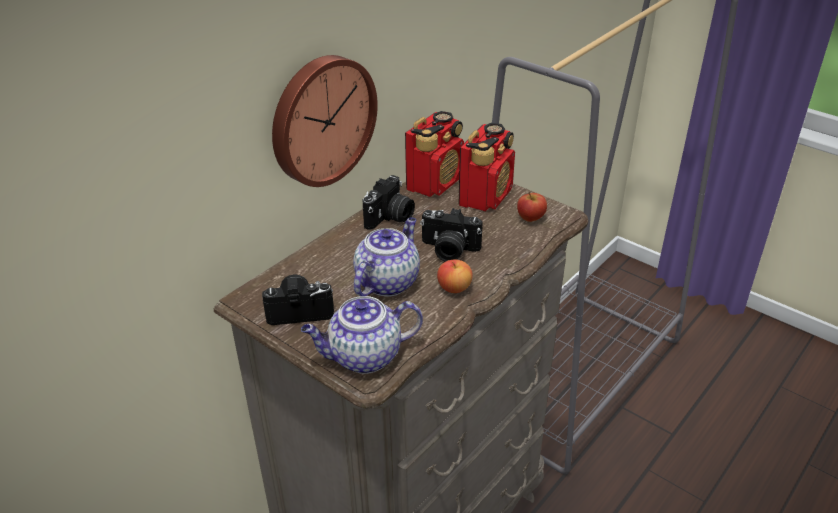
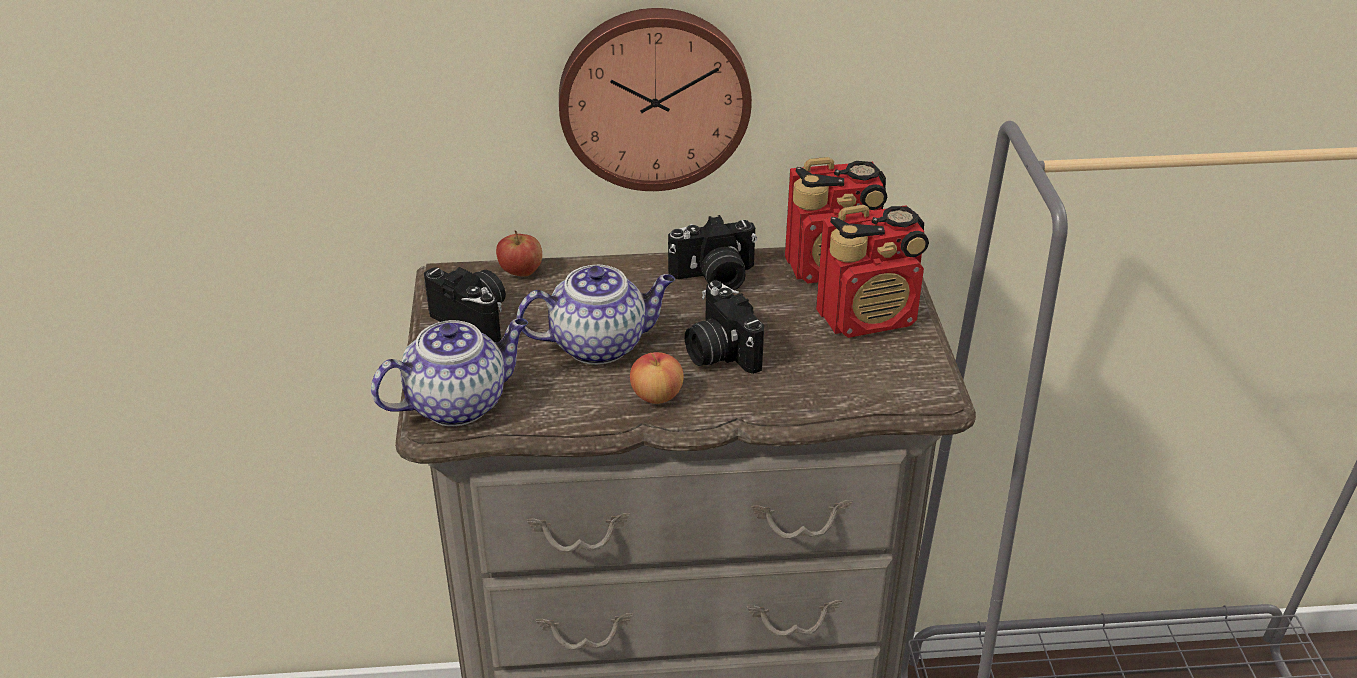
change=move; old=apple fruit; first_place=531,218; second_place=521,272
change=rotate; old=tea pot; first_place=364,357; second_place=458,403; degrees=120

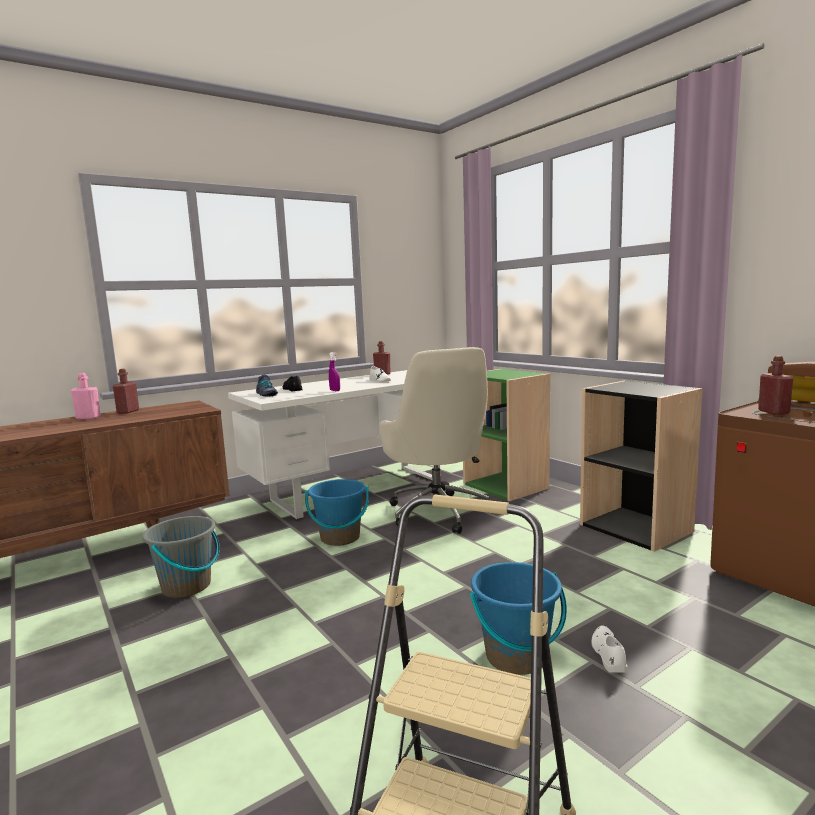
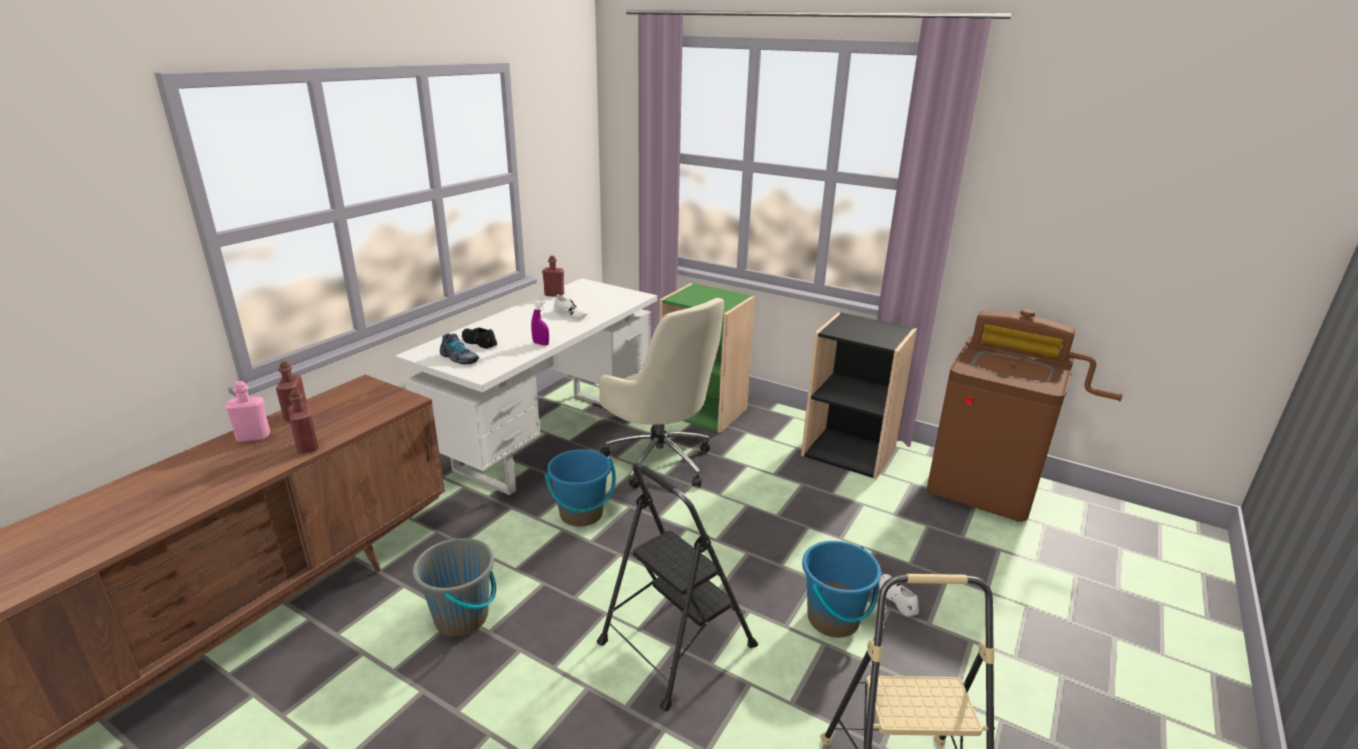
change=move; old=red beverage bottle; first_place=773,412; second_place=307,446
change=insert; new=black step ladder; second_place=673,644

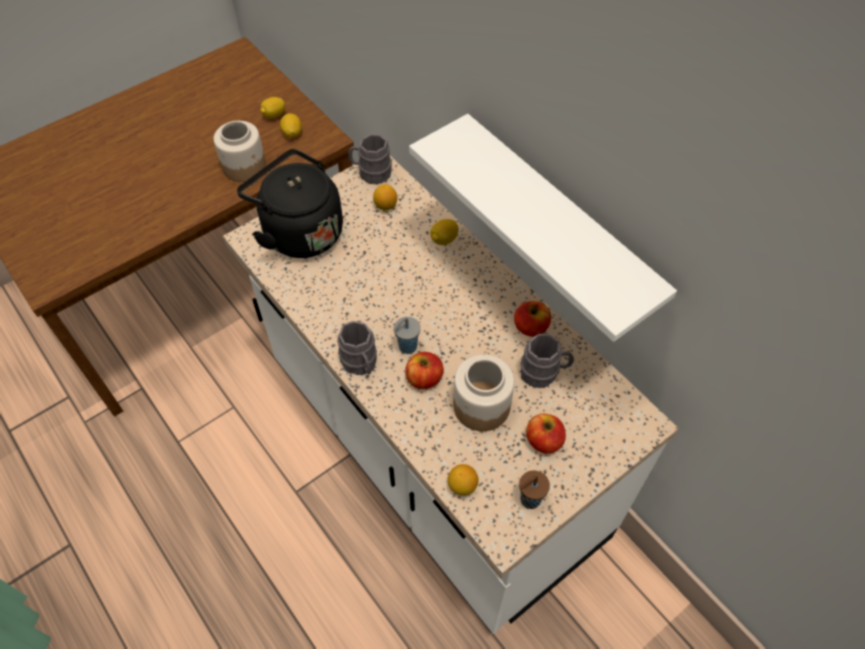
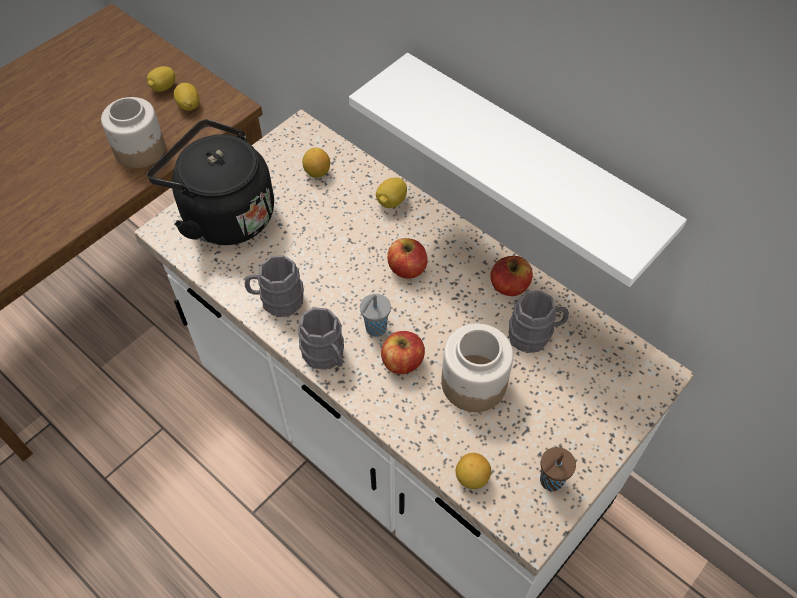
change=move; old=greyish tea mug; first_place=371,173; second_place=277,300
change=move; old=apple fruit; first_place=544,440; second_place=407,268

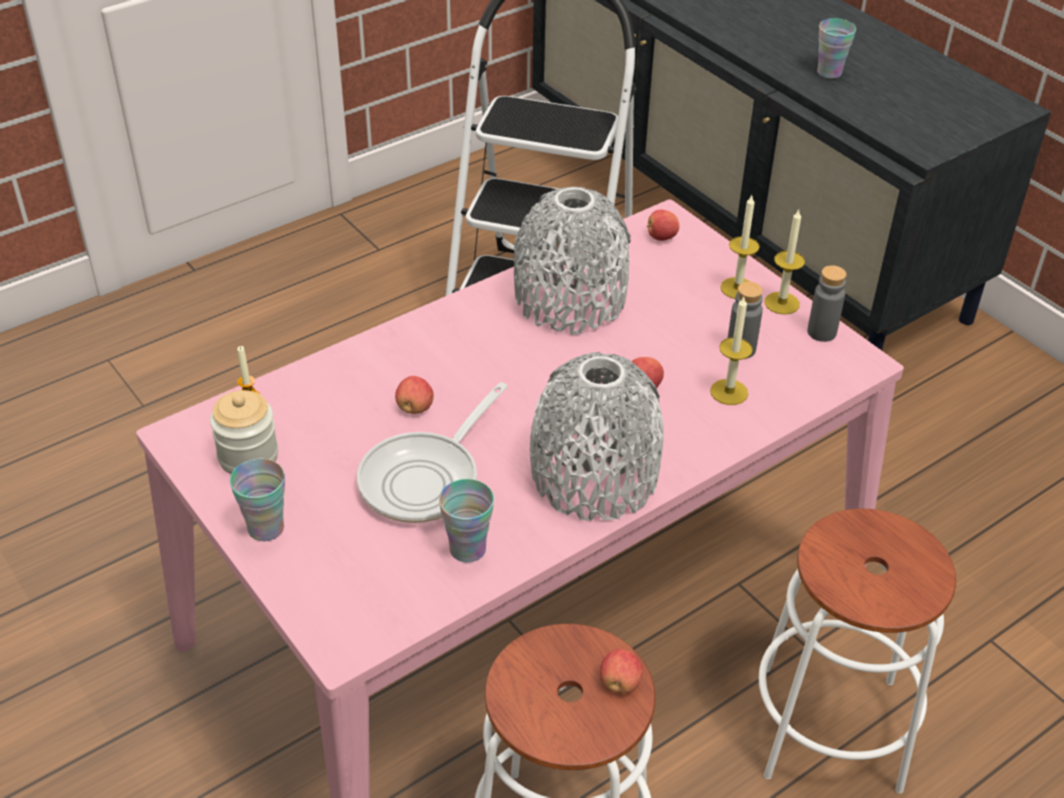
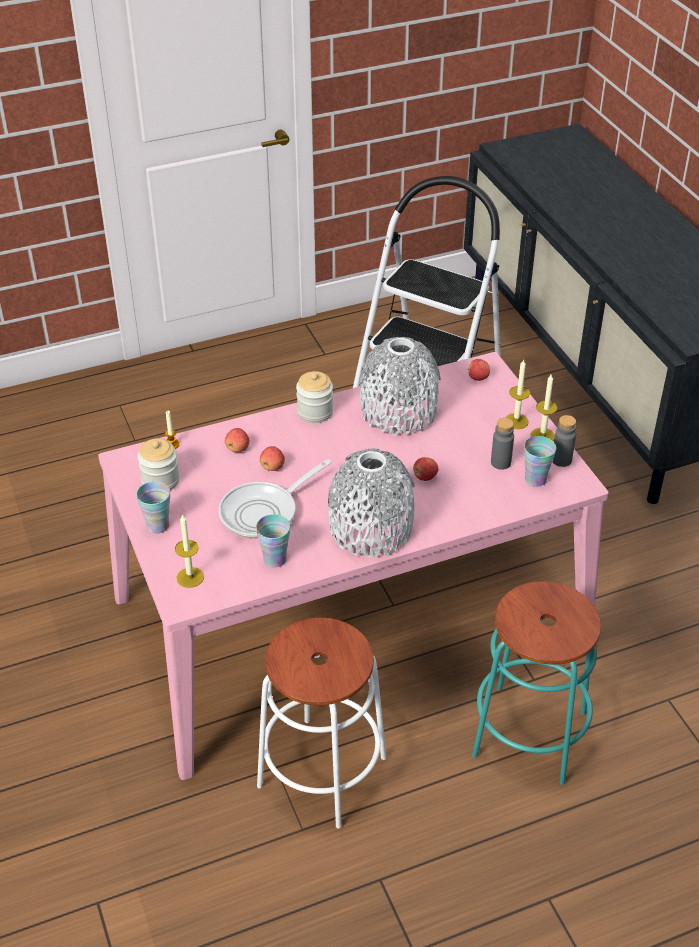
change=move; old=drinking cup; first_place=829,72; second_place=535,479
change=move; old=wax candle; first_place=729,392; second_place=190,577
change=recolor; old=whitish stool seat; new=turquoise-coloured stool seat; first_place=830,727; second_place=529,734
change=move; old=apple fruit; first_place=620,682; second_place=238,448
change=insert; new=storage jar; second_place=315,412

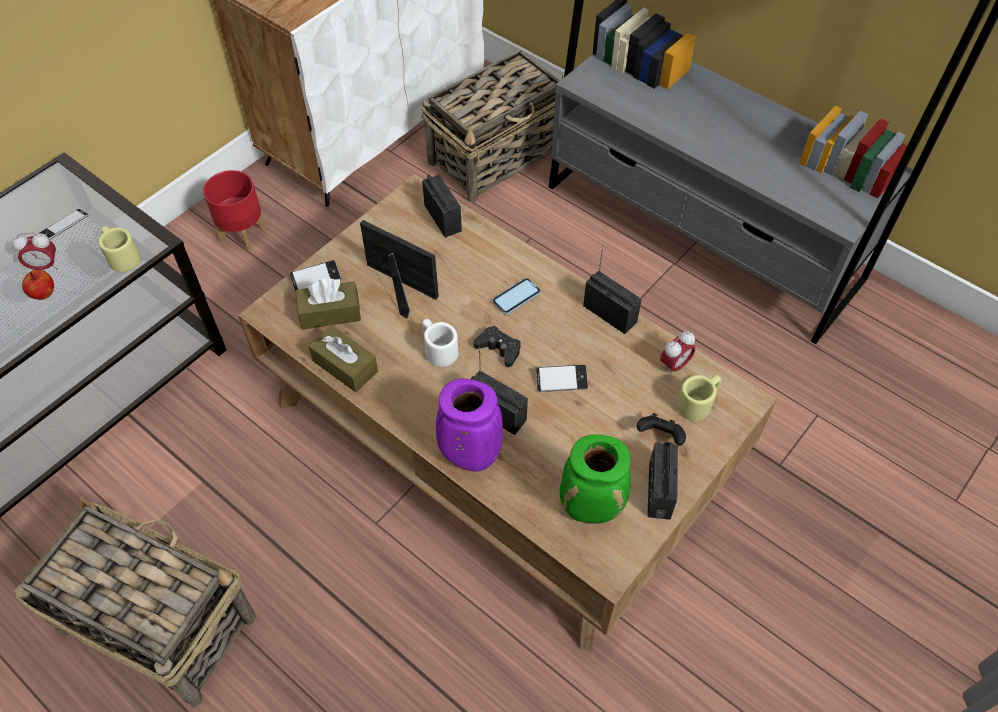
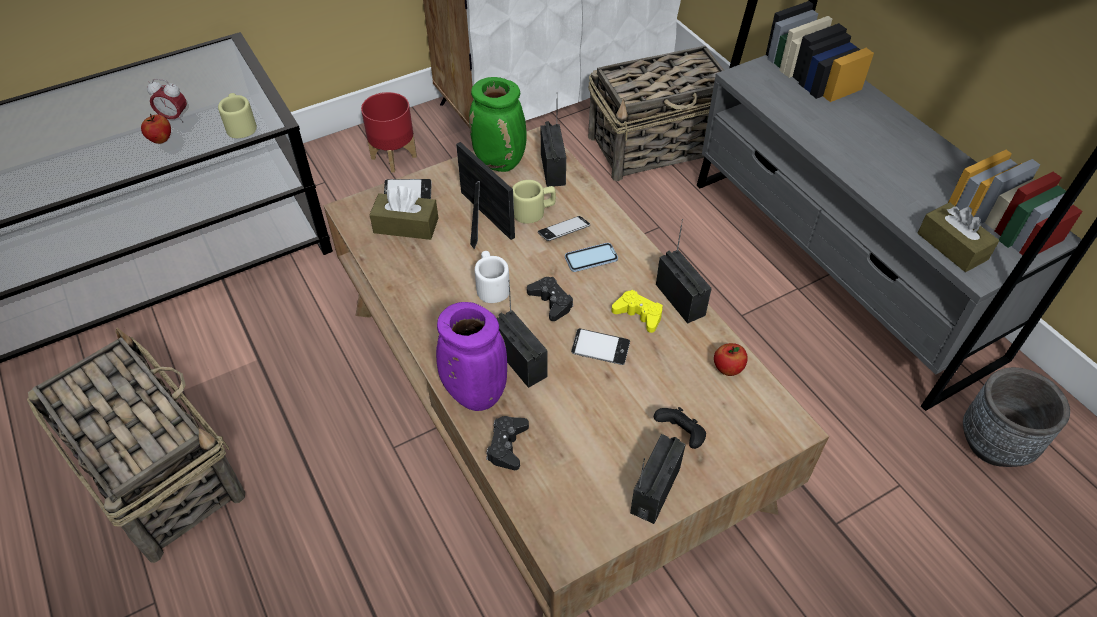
change=move; old=phone; first_place=65,227; second_place=564,231
change=move; old=brownish box of tissues; first_place=345,366; second_place=952,246
change=replace; old=table clock; new=apple fruit; first_place=674,365; second_place=727,369
change=move; old=beige tea mug; first_place=698,403; second_place=534,211
change=move; old=green vase; first_place=592,507; second_place=501,163
change=insert; new=yellow-coloured joypad; second_place=638,314
change=insert; new=greyish plant pot; second_place=994,444
change=insert; new=black joypad; second_place=507,445

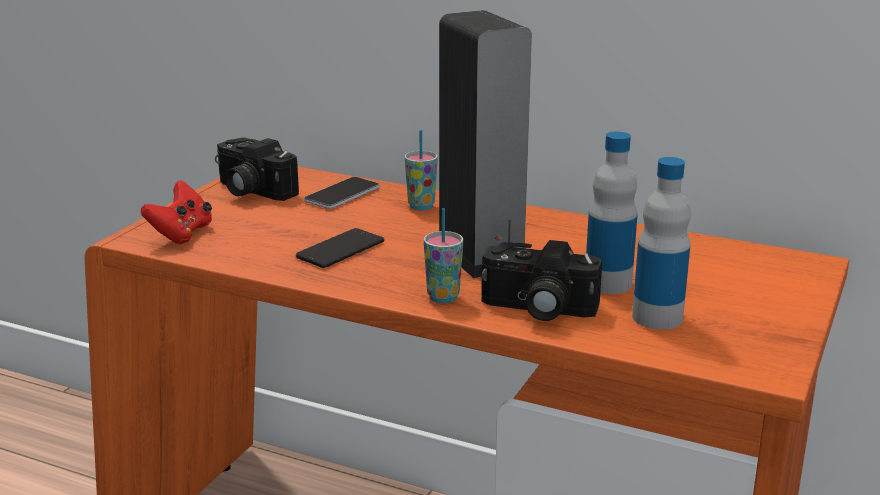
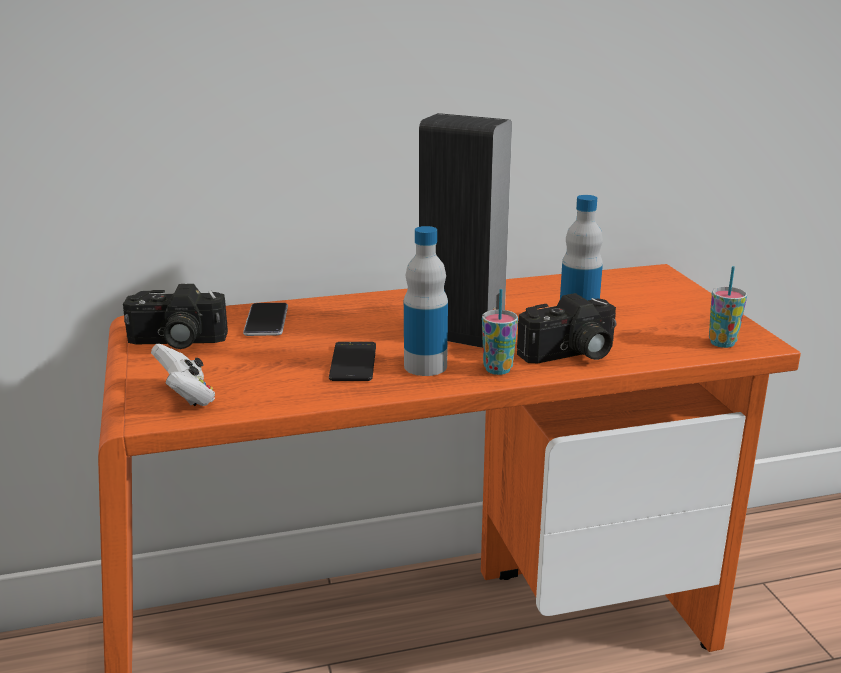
change=move; old=drinking cup; first_place=421,206; second_place=722,343
change=move; old=beverage bottle; first_place=657,317; second_place=425,366
change=recolor; old=red joypad; new=whitish joypad; first_place=181,234; second_place=186,397

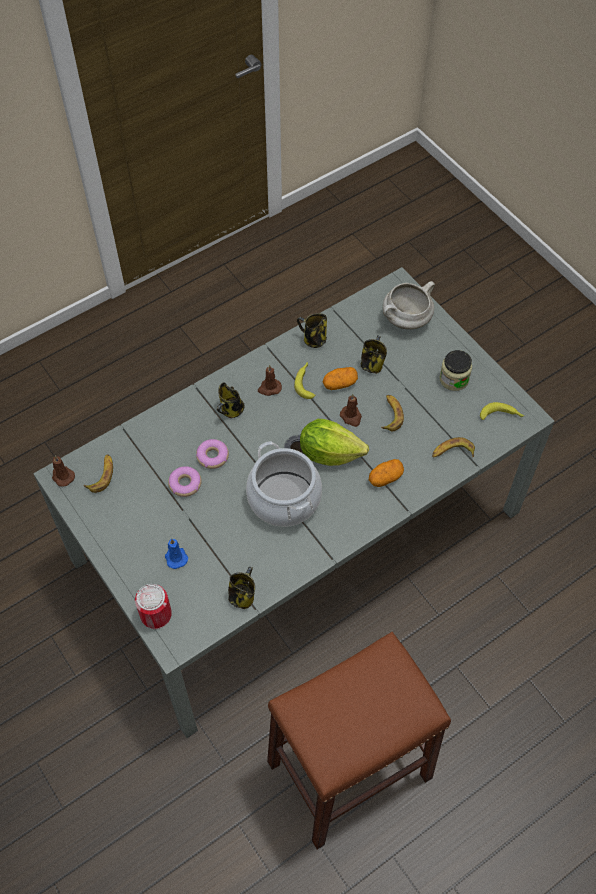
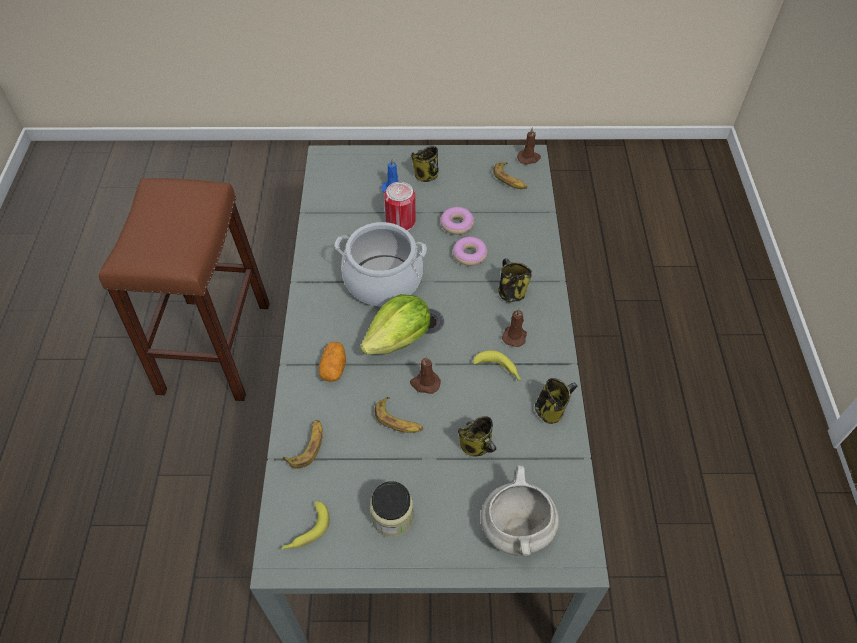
change=delete; old=spud; first_place=339,383
change=move; old=tea mug; first_place=243,595; second_place=427,176
change=move; old=sealed can; first_place=156,614; second_place=400,222

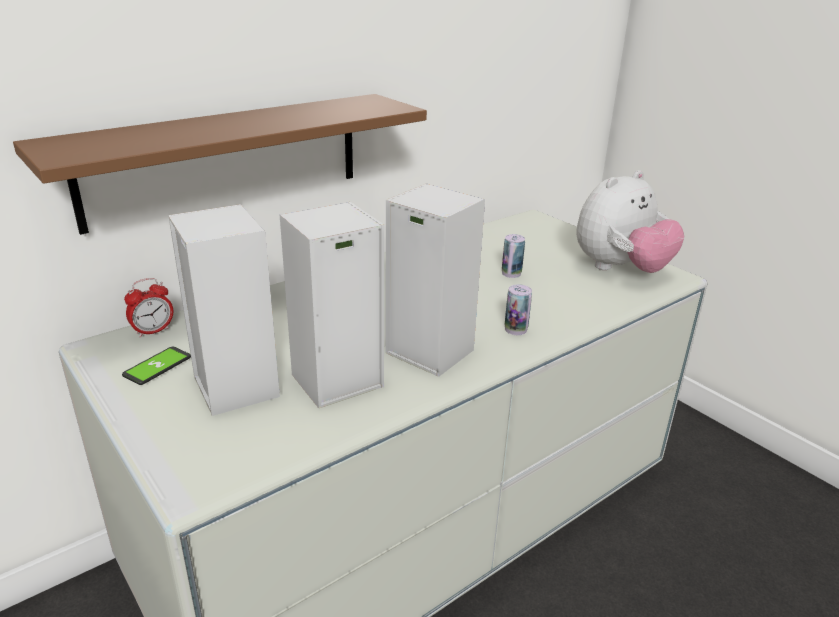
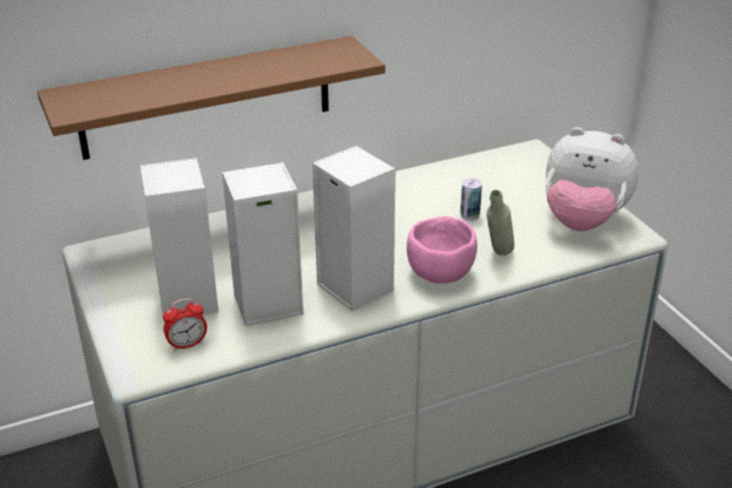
change=rotate; old=cuddly toy; first_place=620,269; second_place=583,221; degrees=45
change=move; old=table clock; first_place=153,331; second_place=187,345
change=replace; old=sealed can; new=pink serving bowl; first_place=515,329; second_place=441,275
change=delete; old=phone; first_place=157,366
change=insert; new=greyish beverage bottle; second_place=498,256

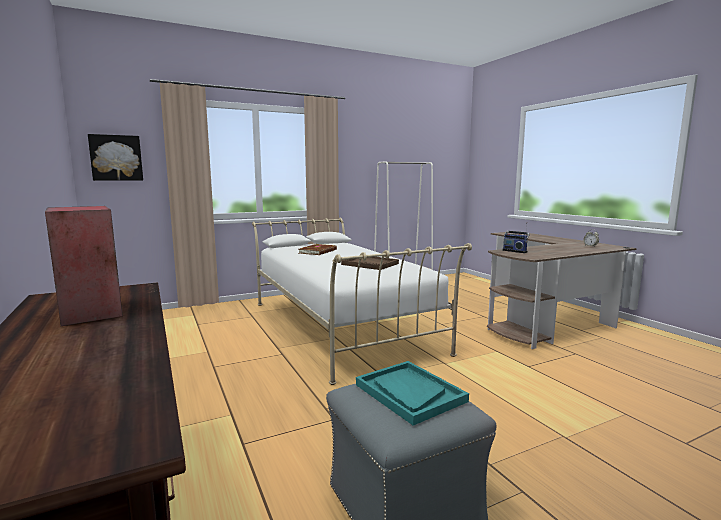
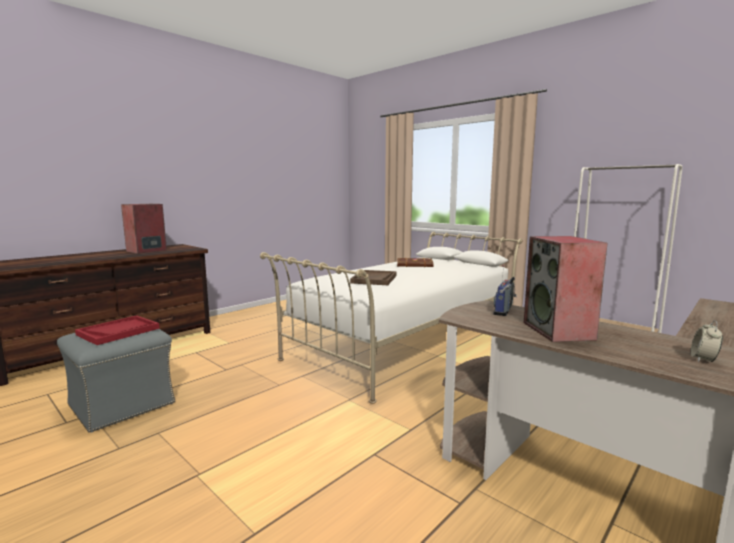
change=delete; old=wall art; first_place=116,158
change=recolor; old=turquoise-coloured tray; new=red tray; first_place=409,393; second_place=118,331
change=insert; new=audio speaker; second_place=559,331

